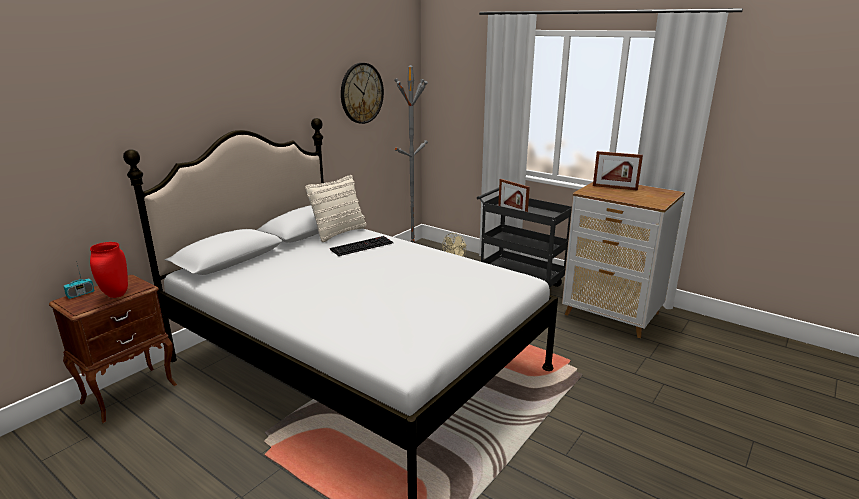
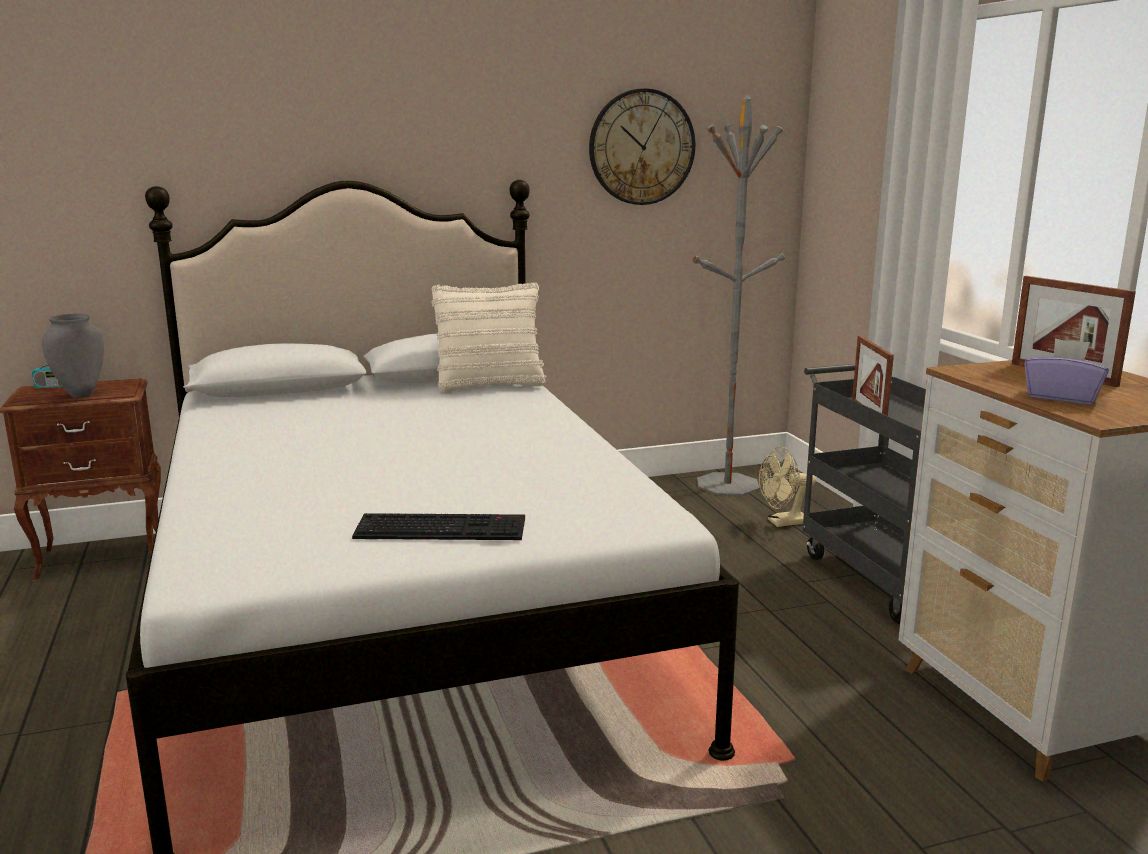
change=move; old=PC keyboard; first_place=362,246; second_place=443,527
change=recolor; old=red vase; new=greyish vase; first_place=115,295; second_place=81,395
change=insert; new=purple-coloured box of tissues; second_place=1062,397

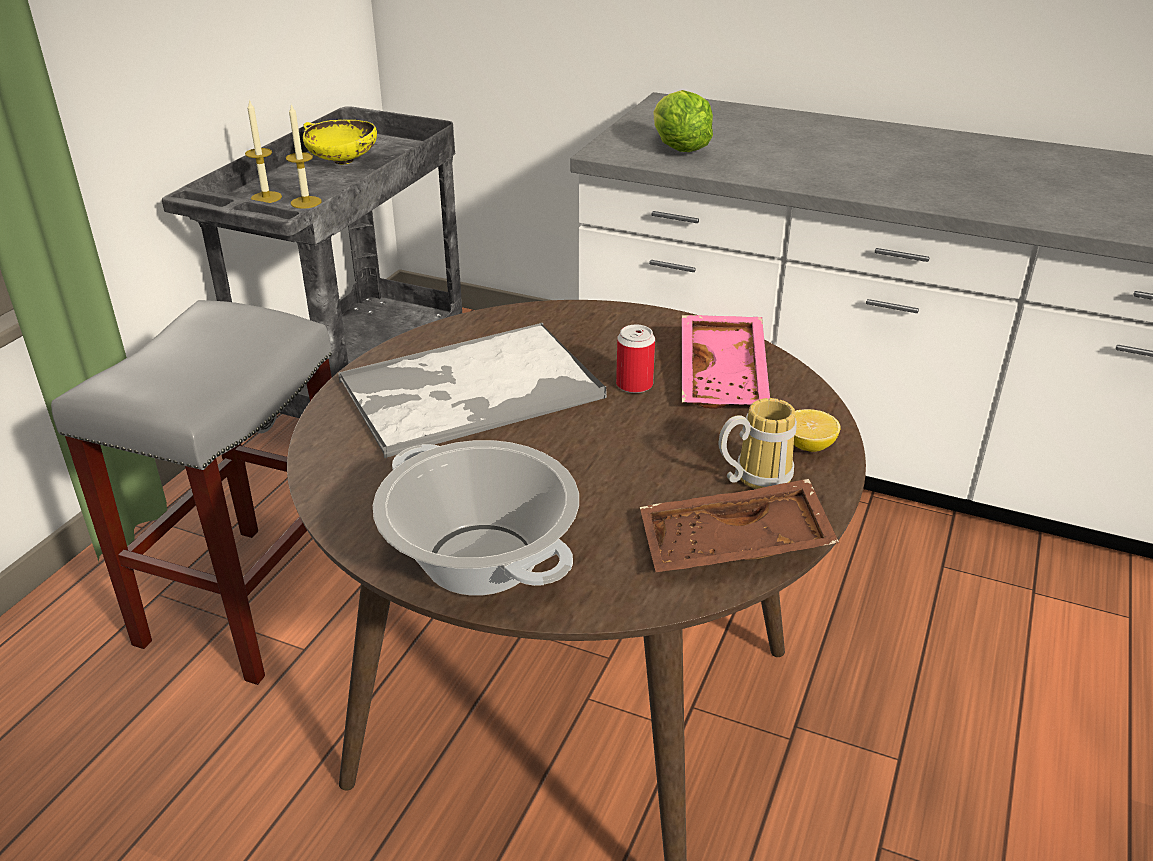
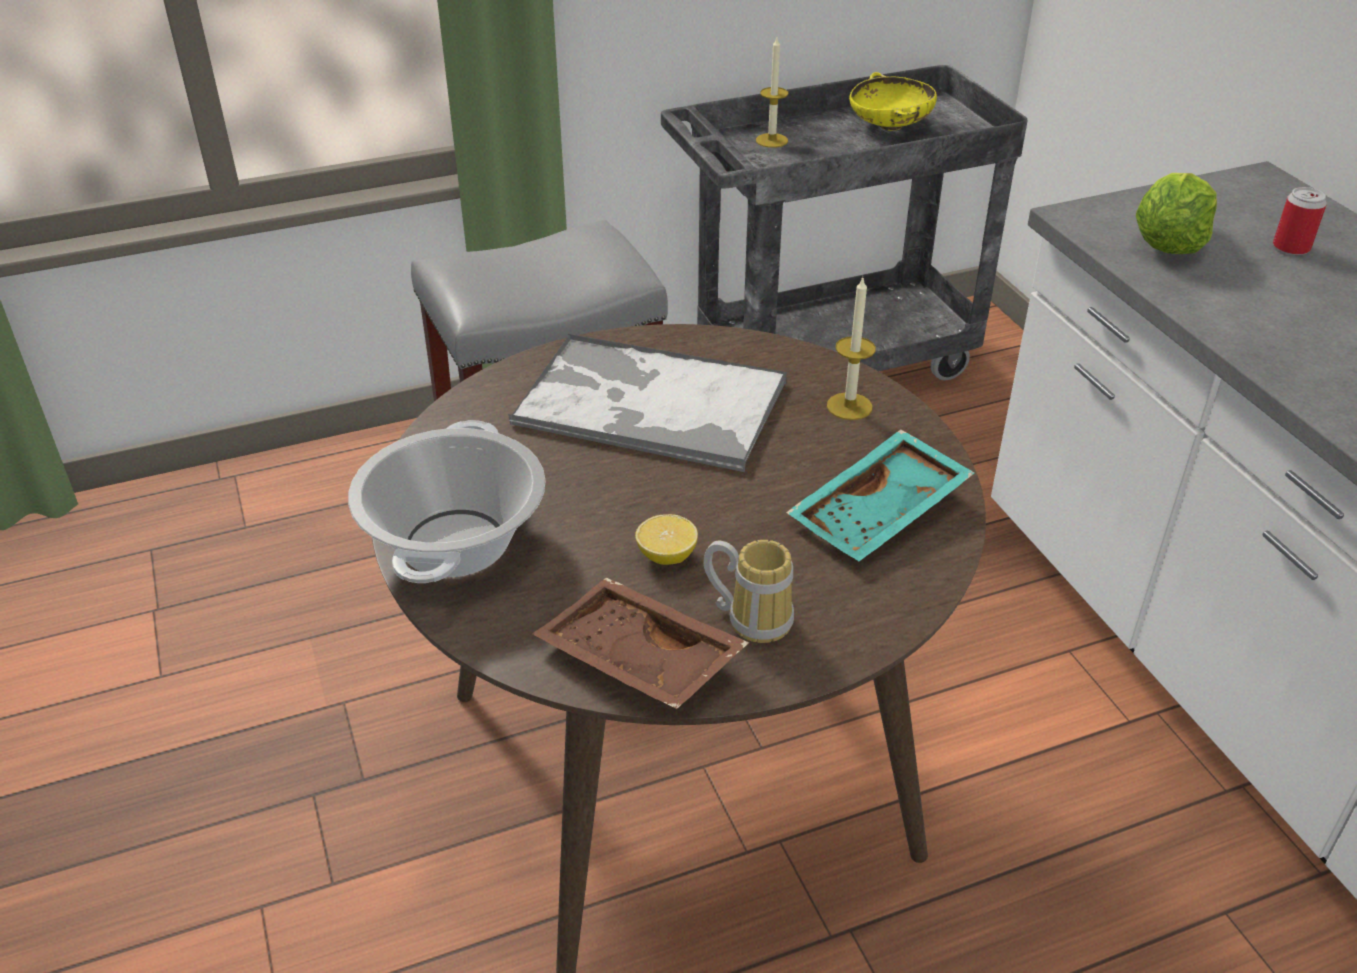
change=move; old=wax candle; first_place=306,202; second_place=849,406
change=recolor; old=pink tray; new=turquoise-coloured tray; first_place=725,376; second_place=881,514
change=move; old=sealed can; first_place=634,385; second_place=1291,248
change=move; old=lemon; first_place=808,446; second_place=666,556

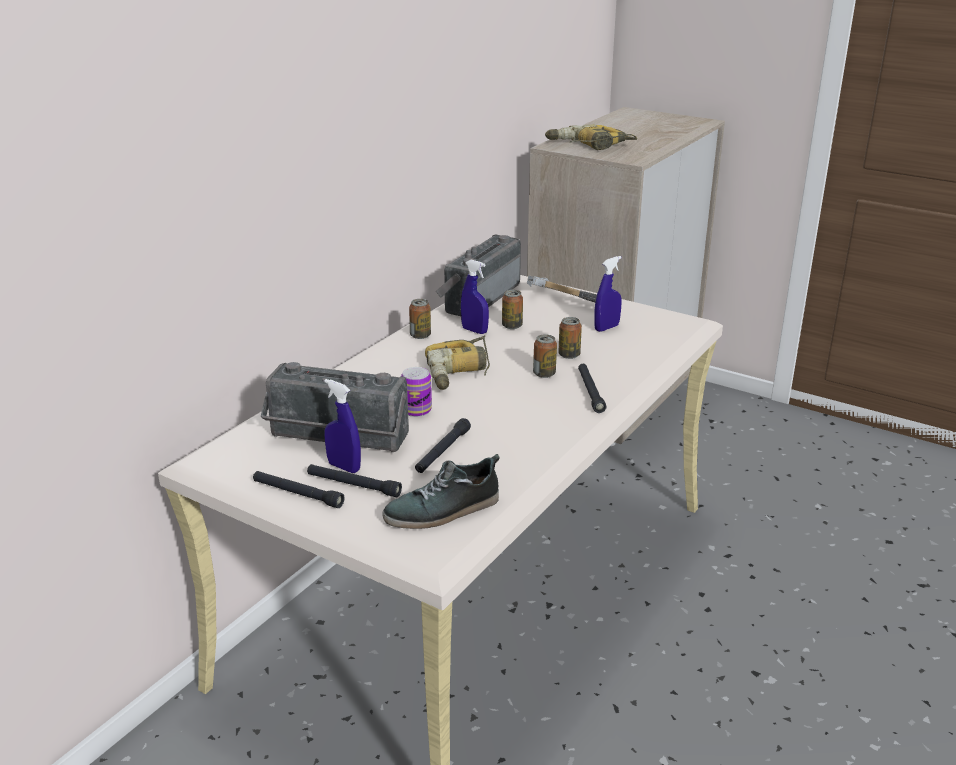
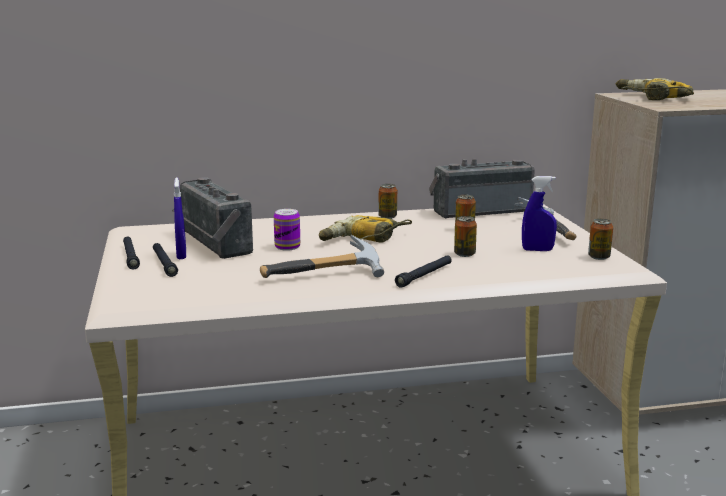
change=delete; old=blue-coloured spray bottle; first_place=474,330
change=move; old=sealed can; first_place=544,374; second_place=599,257
change=delete; old=black hand torch; first_place=442,452
change=delete; old=item of footwear; first_place=443,510
change=insert; new=hand hammer; second_place=327,276

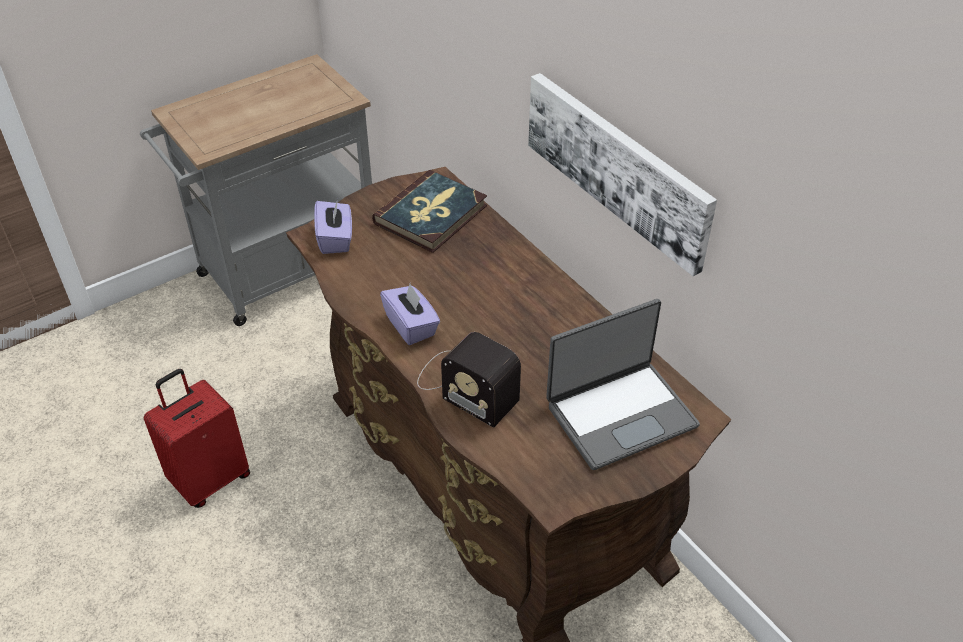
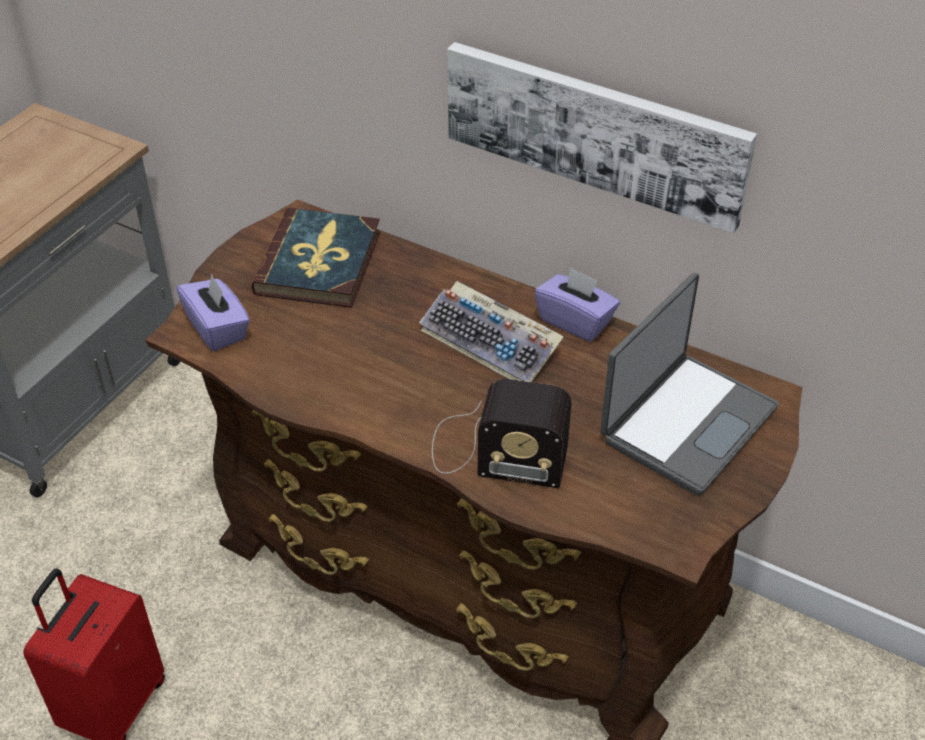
change=move; old=purple-coloured box of tissues; first_place=411,326; second_place=575,321
change=insert; new=PC keyboard; second_place=492,343

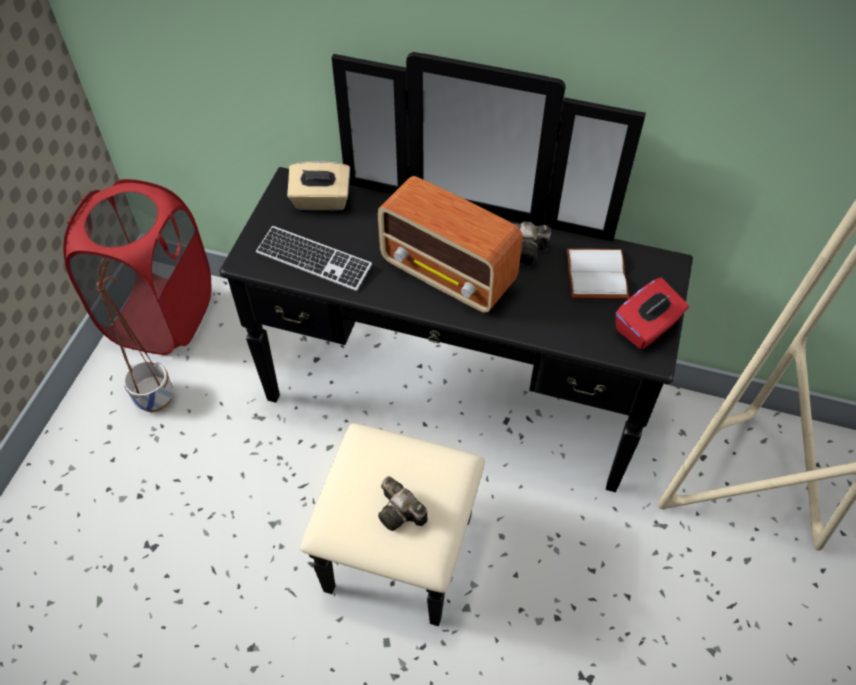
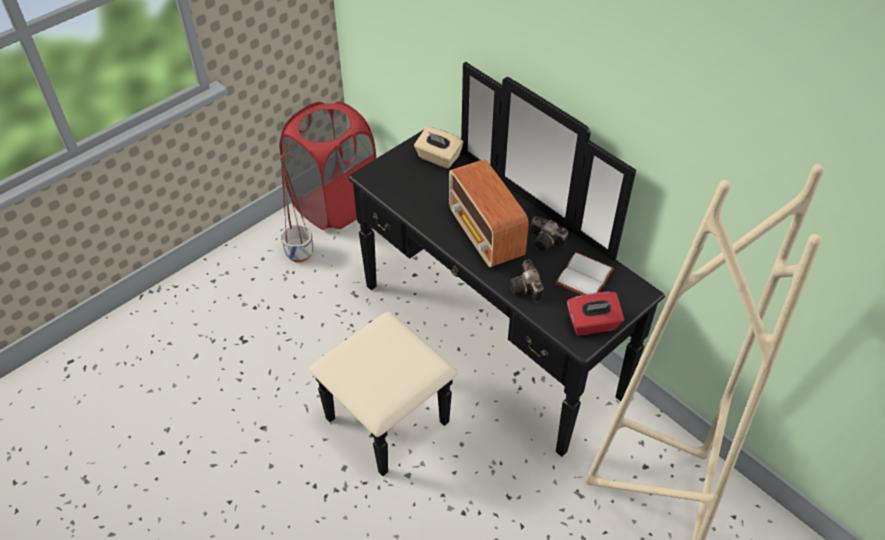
change=delete; old=PC keyboard; first_place=313,260
change=move; old=photo camera; first_place=401,513; second_place=527,289

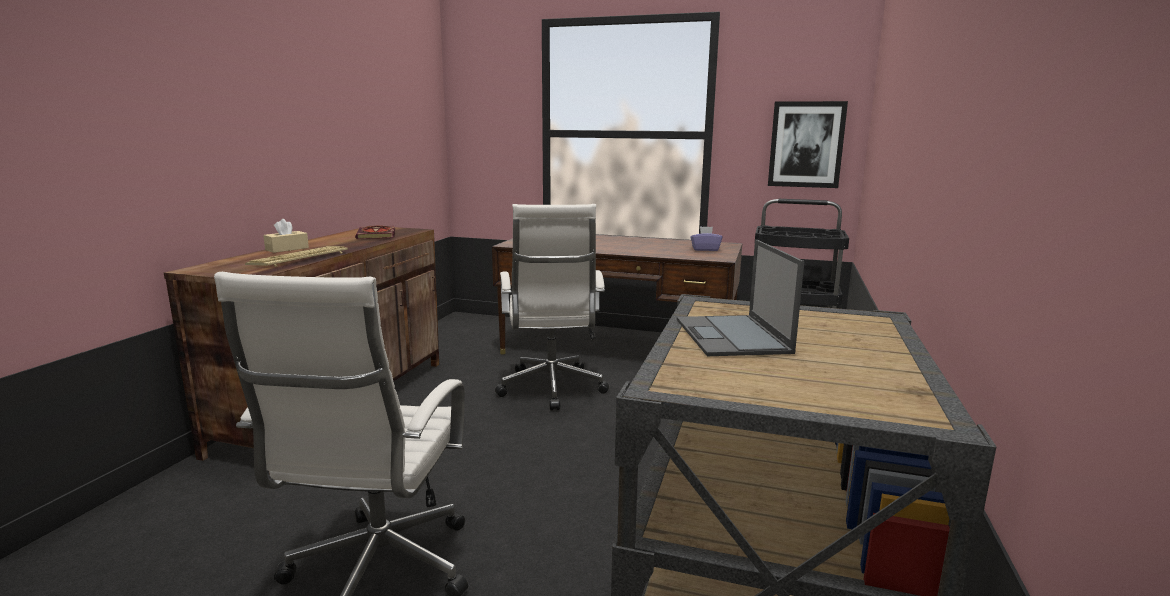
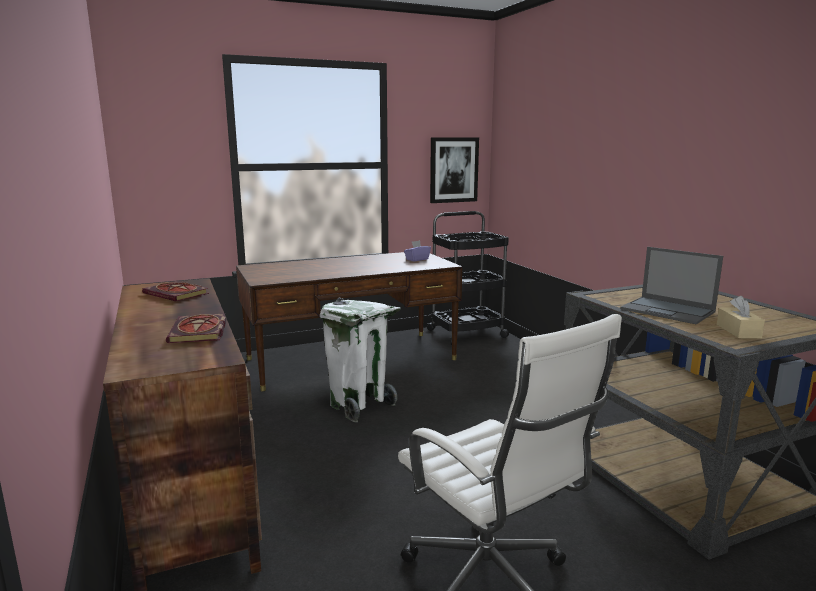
change=replace; old=whitish office chair; new=whitish trash can; first_place=552,390; second_place=359,405
change=move; old=beige box of tissues; first_place=287,249; second_place=738,331
change=replace; old=PC keyboard; new=volume; first_place=299,258; second_place=199,332

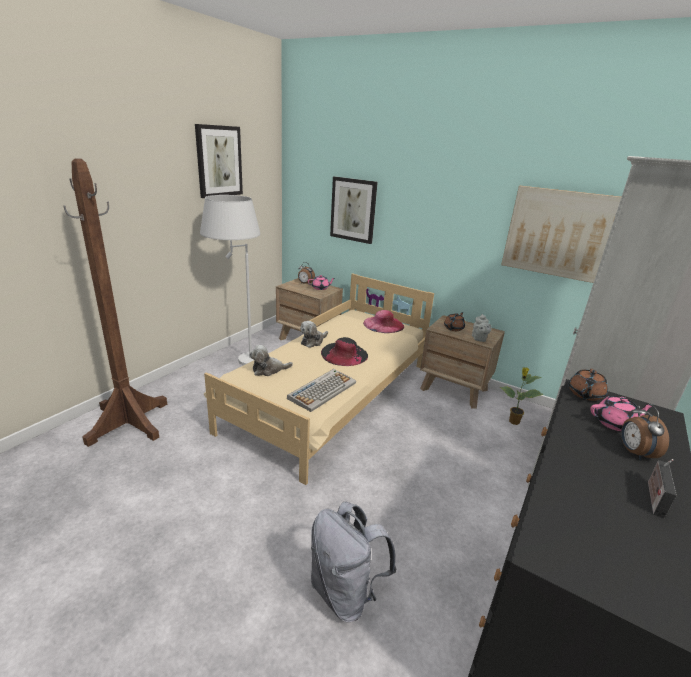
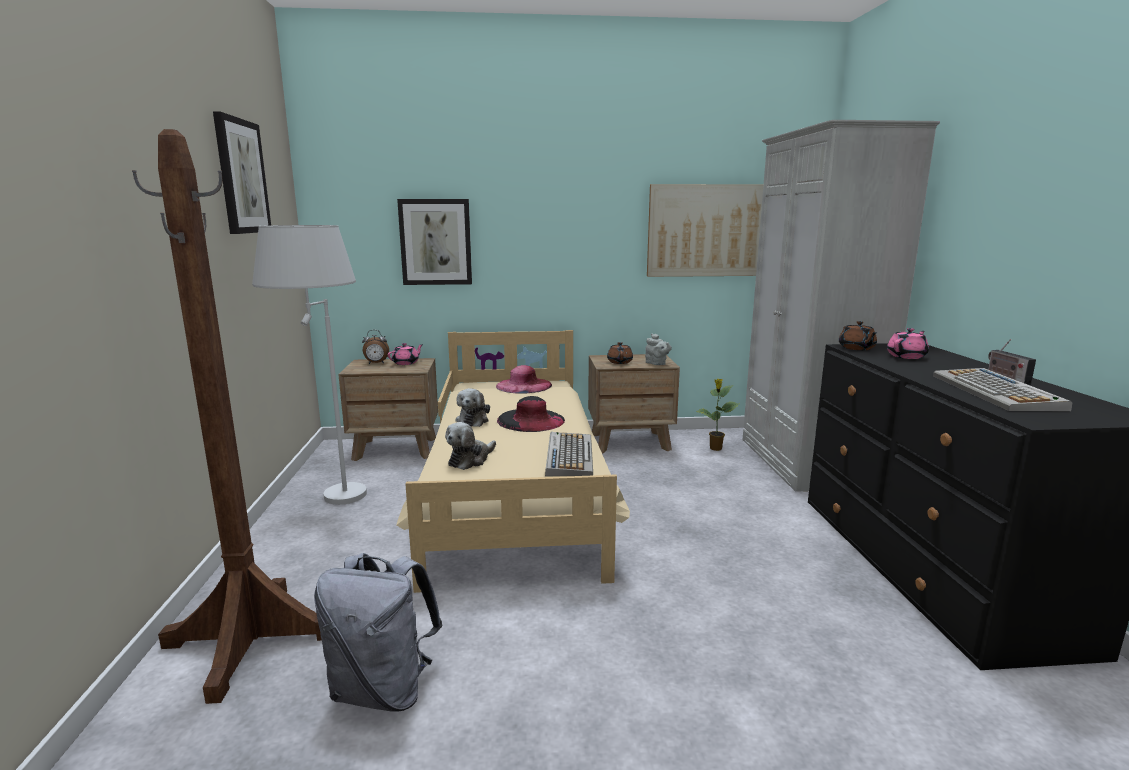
change=delete; old=table clock; first_place=634,452
change=move; old=greyish backpack; first_place=345,592; second_place=383,690
change=insert; new=PC keyboard; second_place=997,392

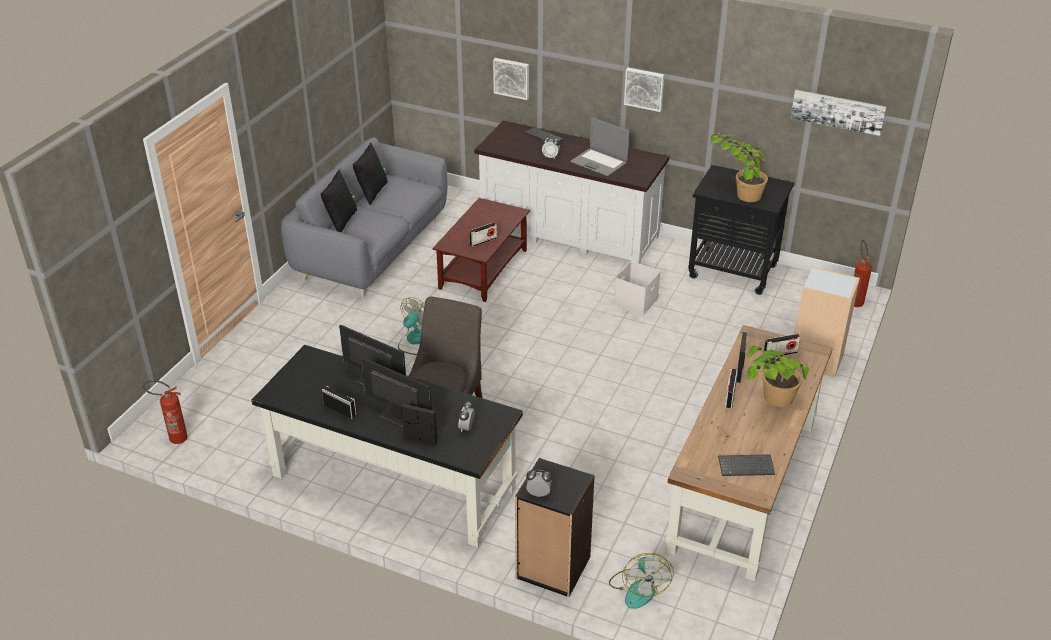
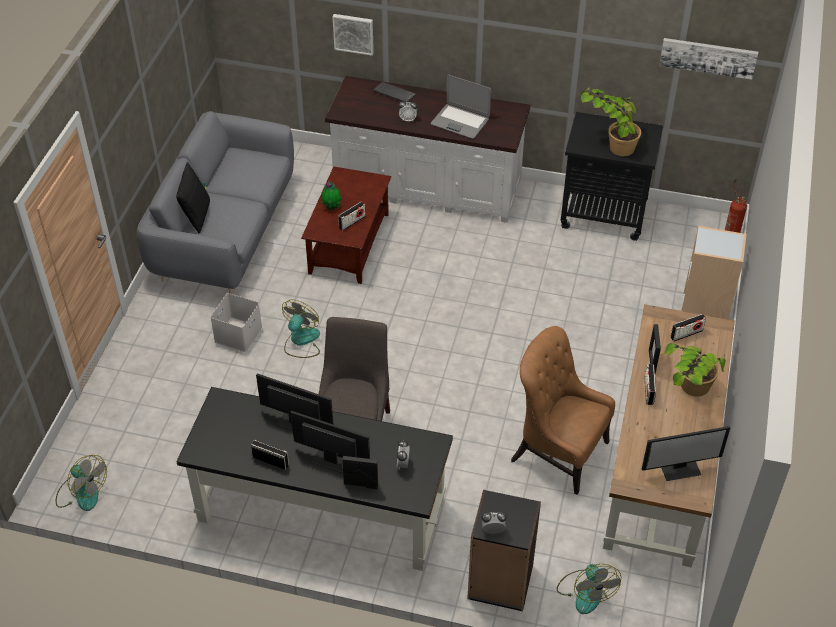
change=delete; old=wall art; first_place=644,88
change=delete; old=black throw pillow; first_place=372,192
change=move; old=whitish storage bin; first_place=635,301; second_place=238,333
change=replace; old=fire extinguisher; new=fan; first_place=174,438; second_place=82,492
change=replace; old=PC keyboard; new=monitor; first_place=746,465; second_place=680,468
change=insert; new=houseplant; second_place=332,208
change=insert; new=brownish upright chair; second_place=557,451

